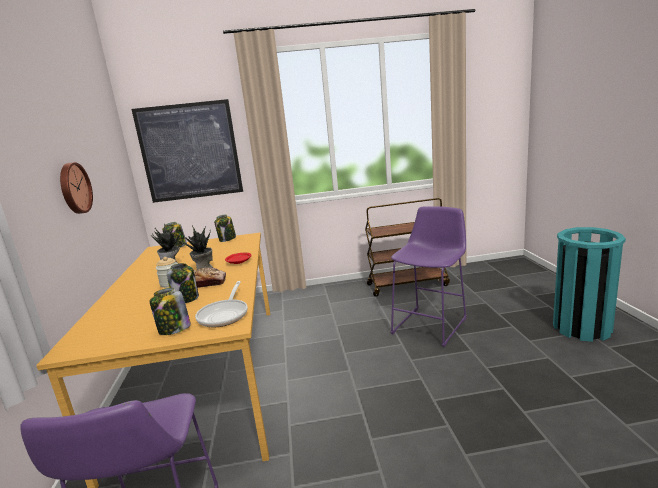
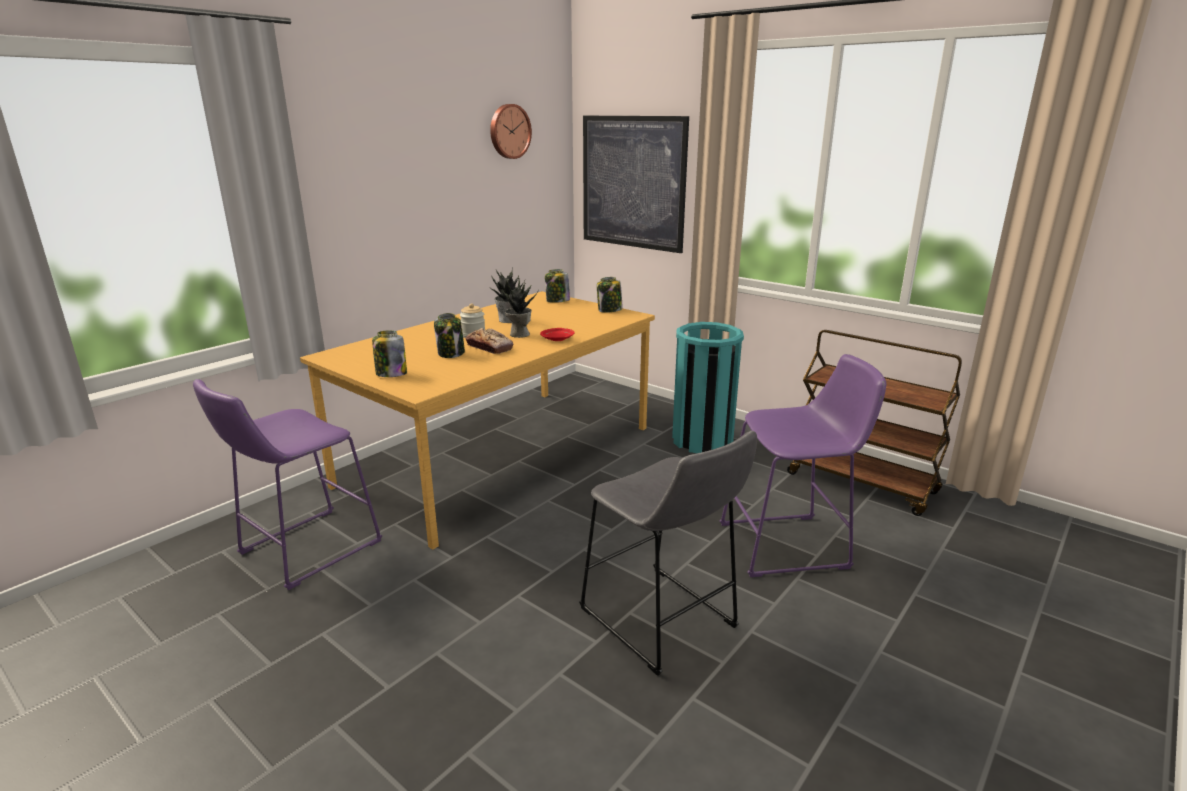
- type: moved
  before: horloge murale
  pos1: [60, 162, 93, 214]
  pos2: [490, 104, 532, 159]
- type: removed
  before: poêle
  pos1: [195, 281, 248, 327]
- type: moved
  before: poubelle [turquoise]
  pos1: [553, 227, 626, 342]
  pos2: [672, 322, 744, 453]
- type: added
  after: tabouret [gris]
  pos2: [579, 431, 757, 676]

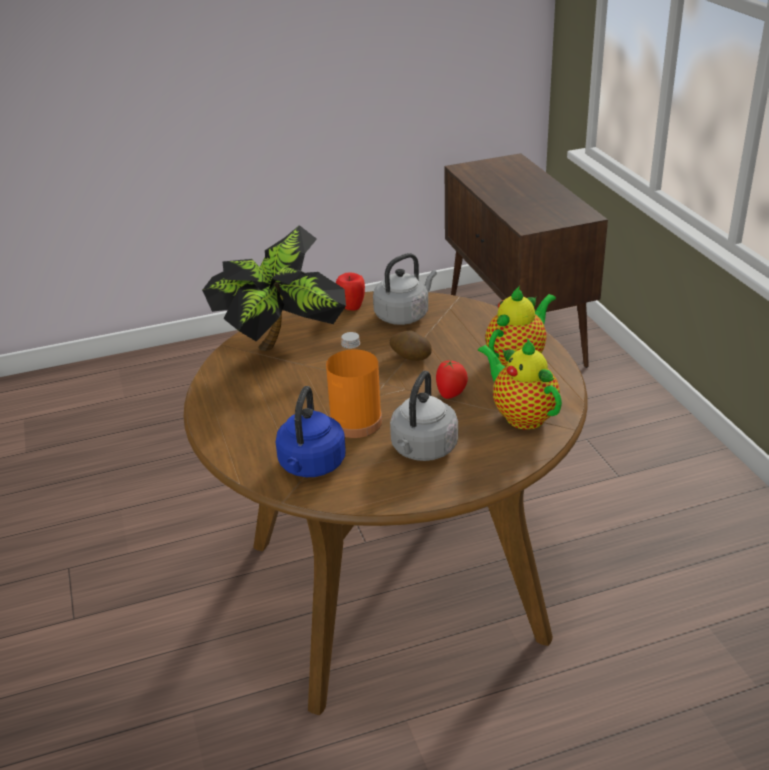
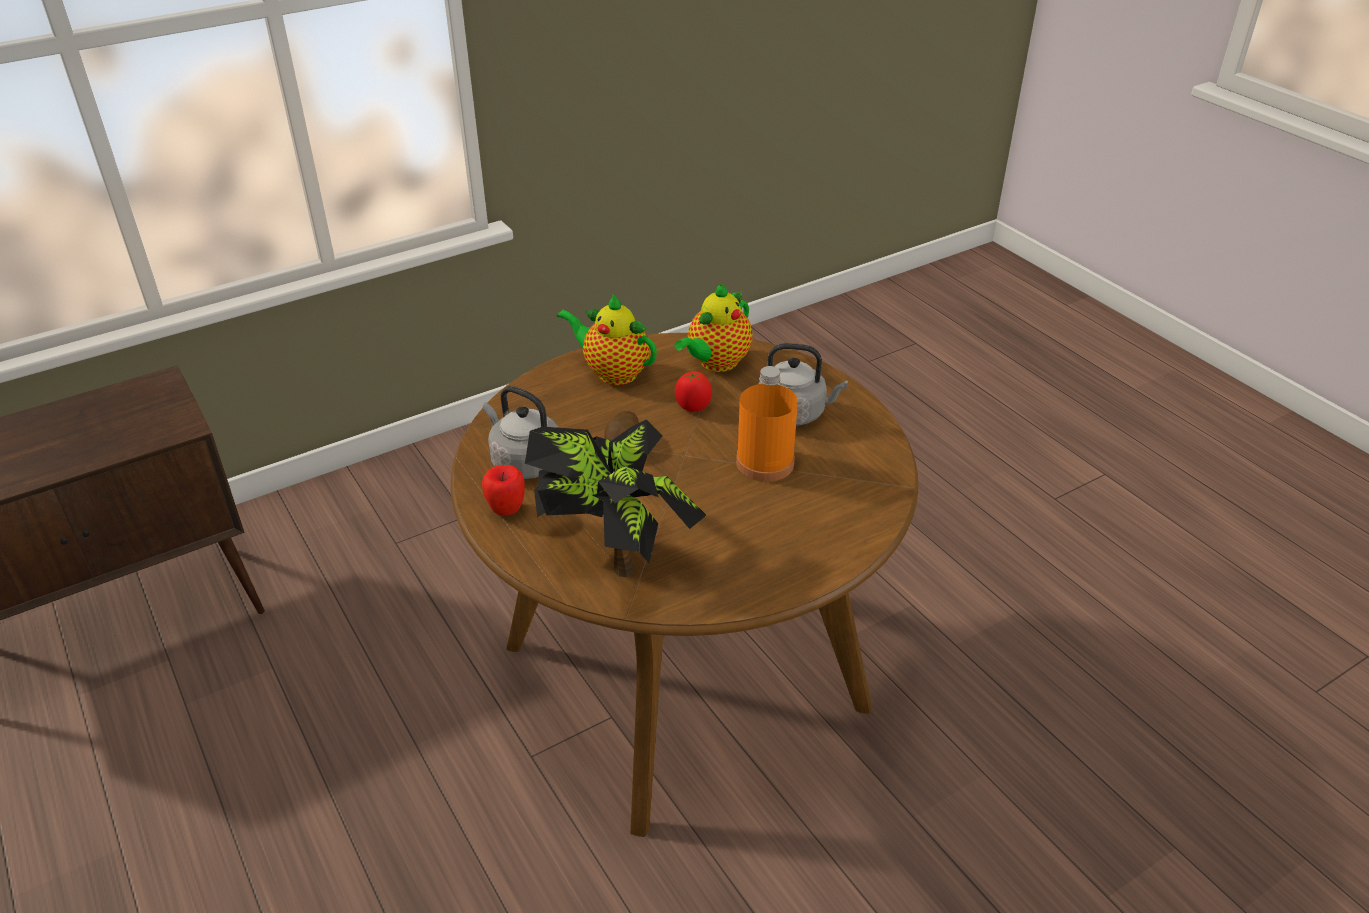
- type: removed
  before: bouilloire [bleu]
  pos1: [276, 386, 346, 477]

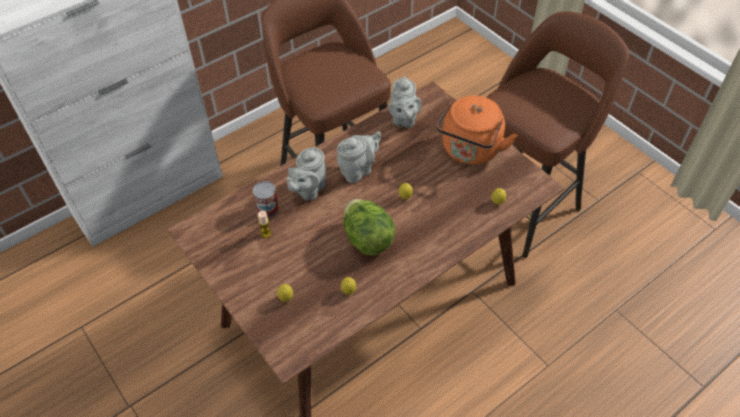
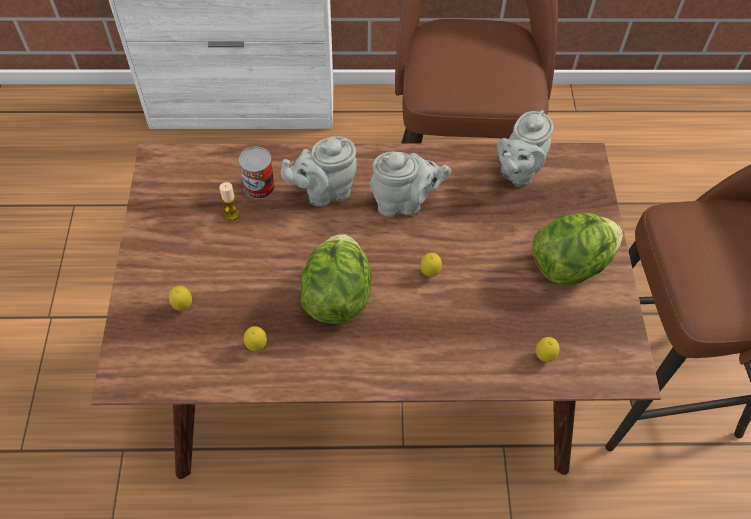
- type: replaced
  before: bouilloire [orange]
  after: laitue
  pos1: [436, 95, 517, 165]
  pos2: [532, 213, 623, 284]

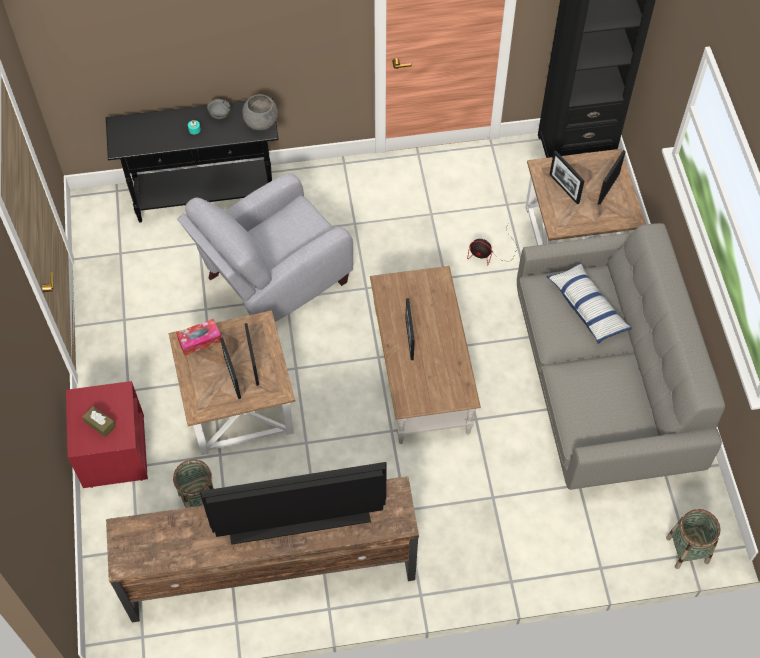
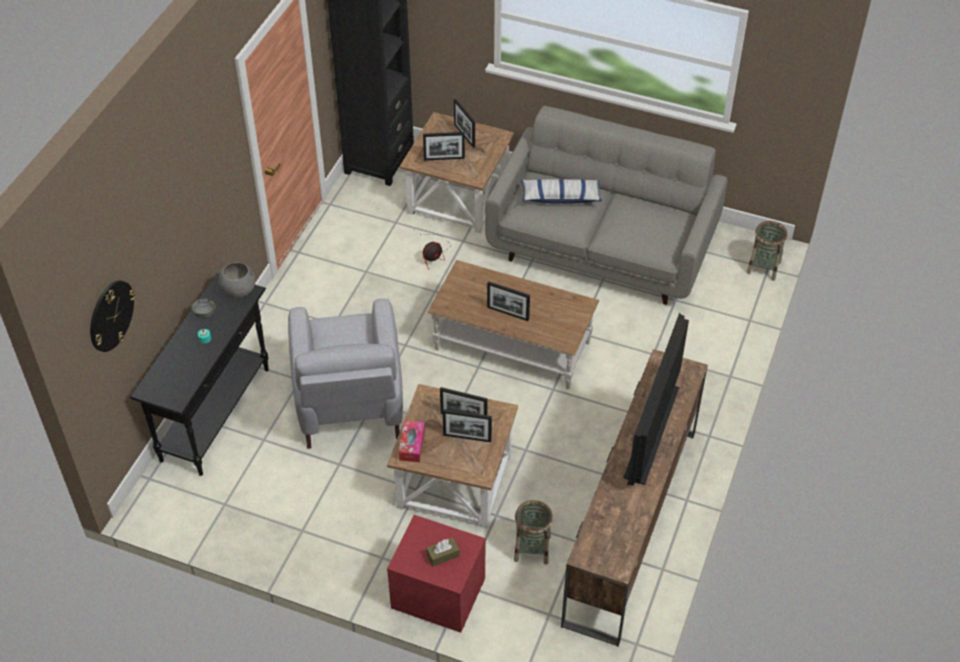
- type: added
  after: horloge murale
  pos2: [90, 280, 135, 352]

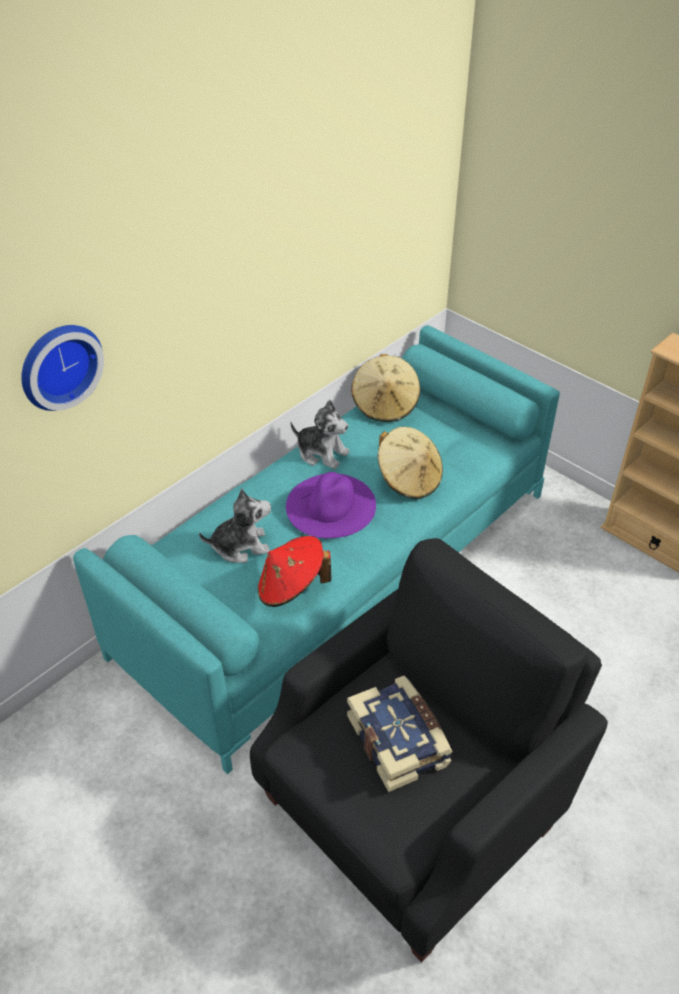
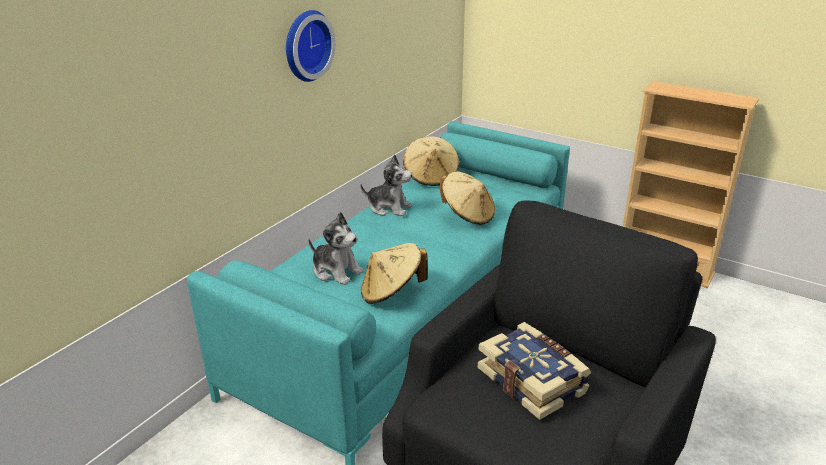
- type: moved
  before: horloge murale
  pos1: [21, 325, 104, 411]
  pos2: [286, 10, 336, 82]
- type: turned
  before: peluche
  pos1: [199, 488, 271, 563]
  pos2: [308, 212, 364, 285]
  turn: 60
- type: recoloured
  before: chapeau [rouge]
  after: chapeau [beige]
  pos1: [258, 536, 332, 607]
  pos2: [361, 243, 428, 304]
- type: removed
  before: chapeau [violet]
  pos1: [286, 472, 376, 538]

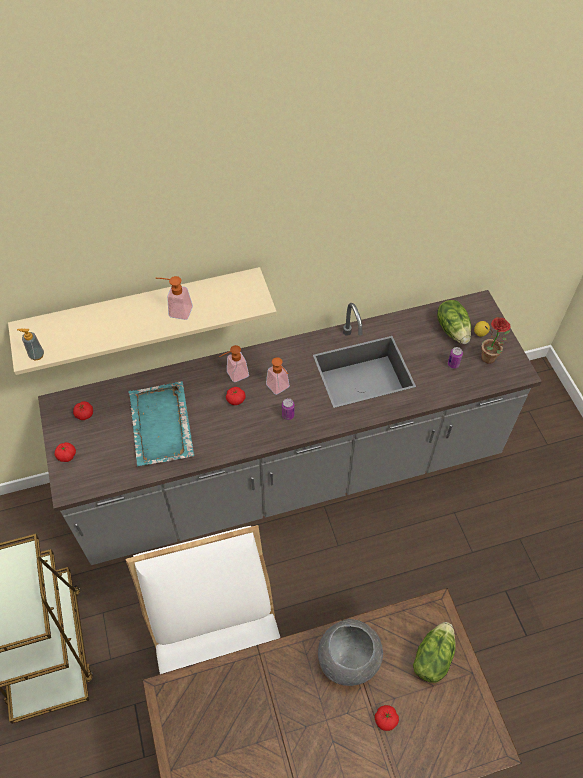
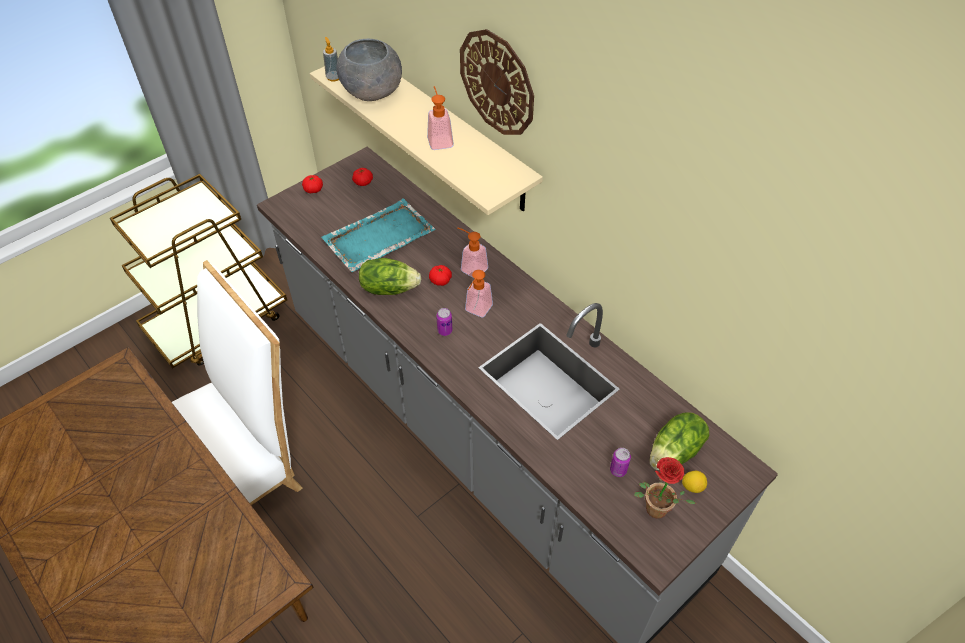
- type: moved
  before: bol [gris]
  pos1: [318, 619, 383, 686]
  pos2: [337, 39, 402, 101]
- type: removed
  before: tomate
  pos1: [375, 705, 399, 731]
- type: moved
  before: laitue
  pos1: [413, 622, 456, 683]
  pos2: [359, 258, 421, 295]
- type: added
  after: horloge murale
  pos2: [460, 29, 534, 135]

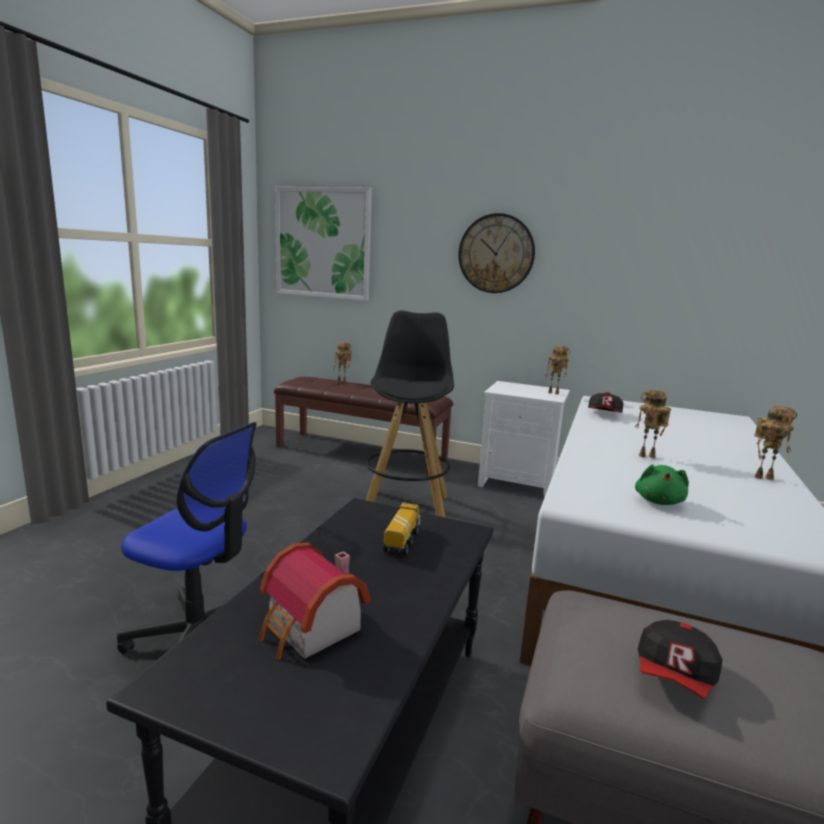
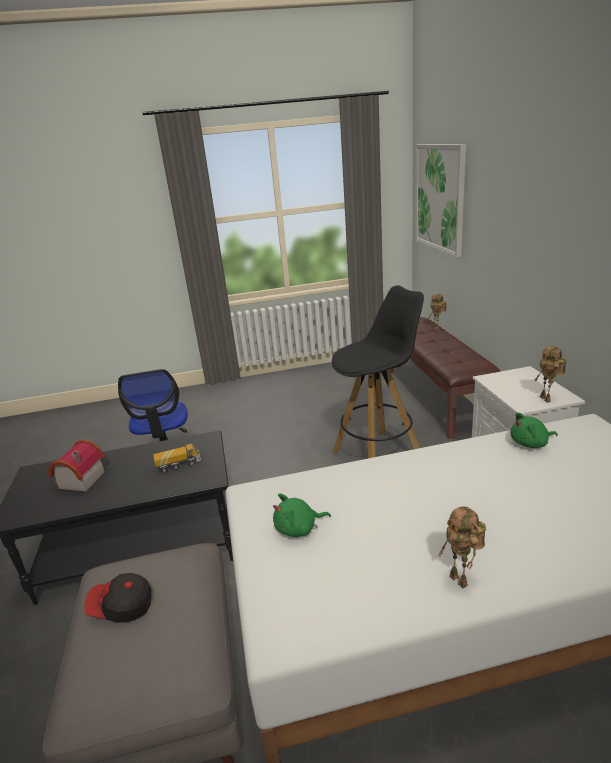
- type: removed
  before: horloge murale
  pos1: [458, 213, 535, 293]
- type: replaced
  before: casquette
  after: peluche [vert]
  pos1: [588, 392, 623, 413]
  pos2: [510, 412, 558, 448]
- type: removed
  before: robot jouet
  pos1: [635, 390, 671, 458]

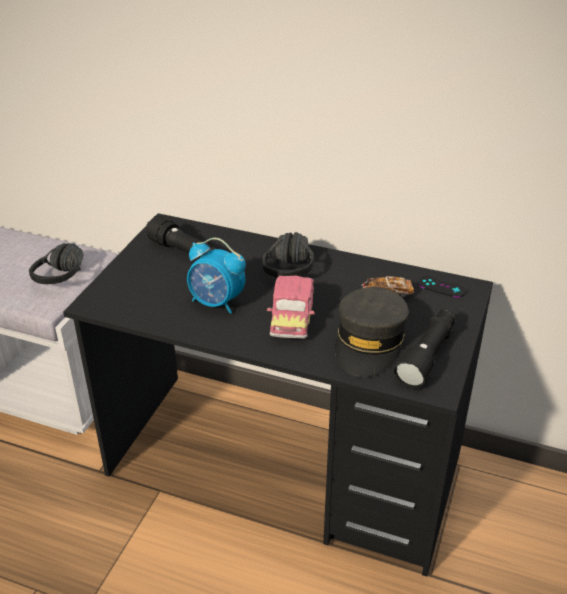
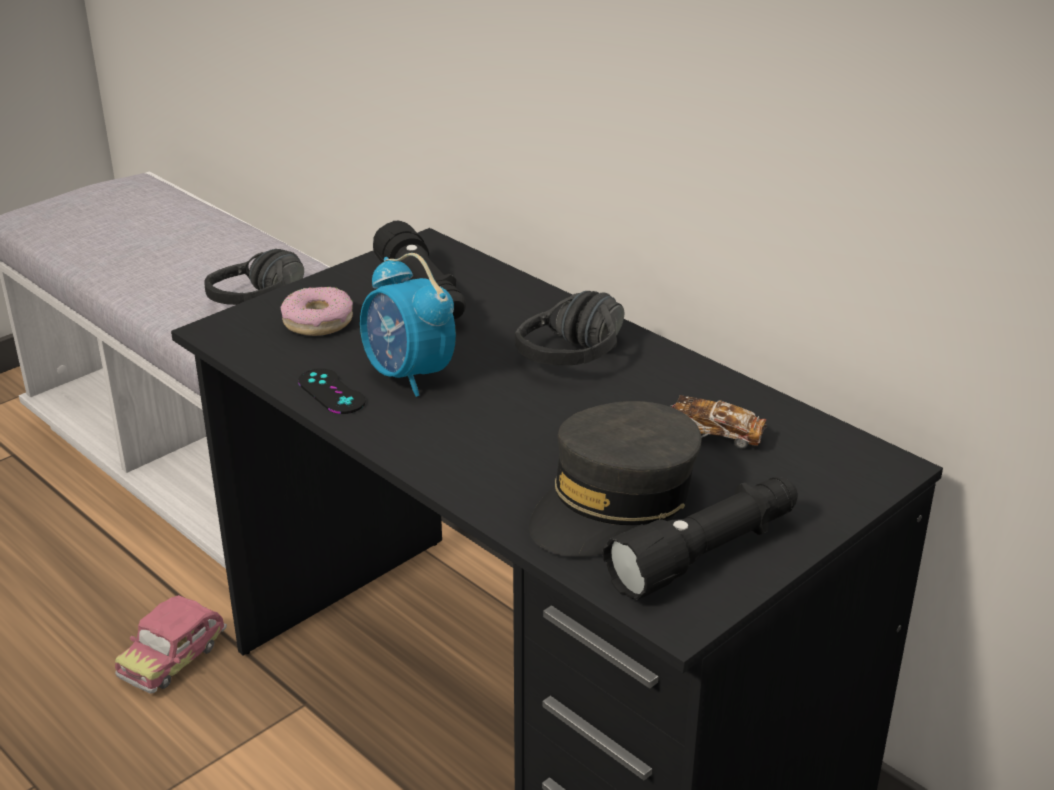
- type: moved
  before: petite voiture
  pos1: [267, 276, 315, 339]
  pos2: [115, 595, 227, 694]
- type: moved
  before: manette [noir]
  pos1: [418, 276, 466, 298]
  pos2: [298, 368, 366, 414]
- type: added
  after: beignet
  pos2: [281, 287, 353, 336]

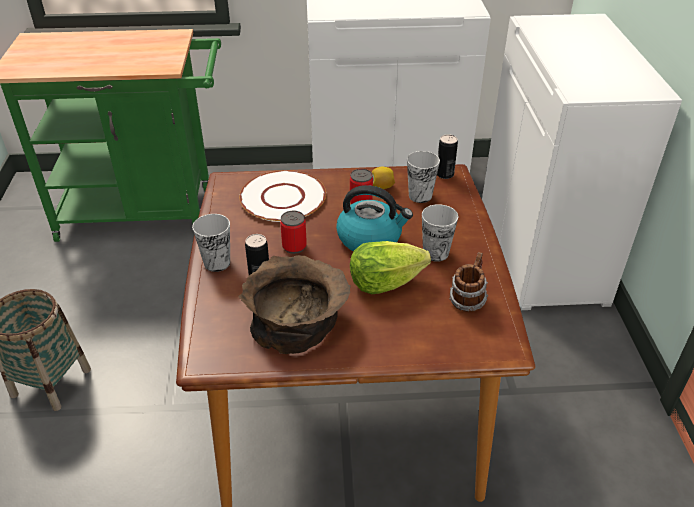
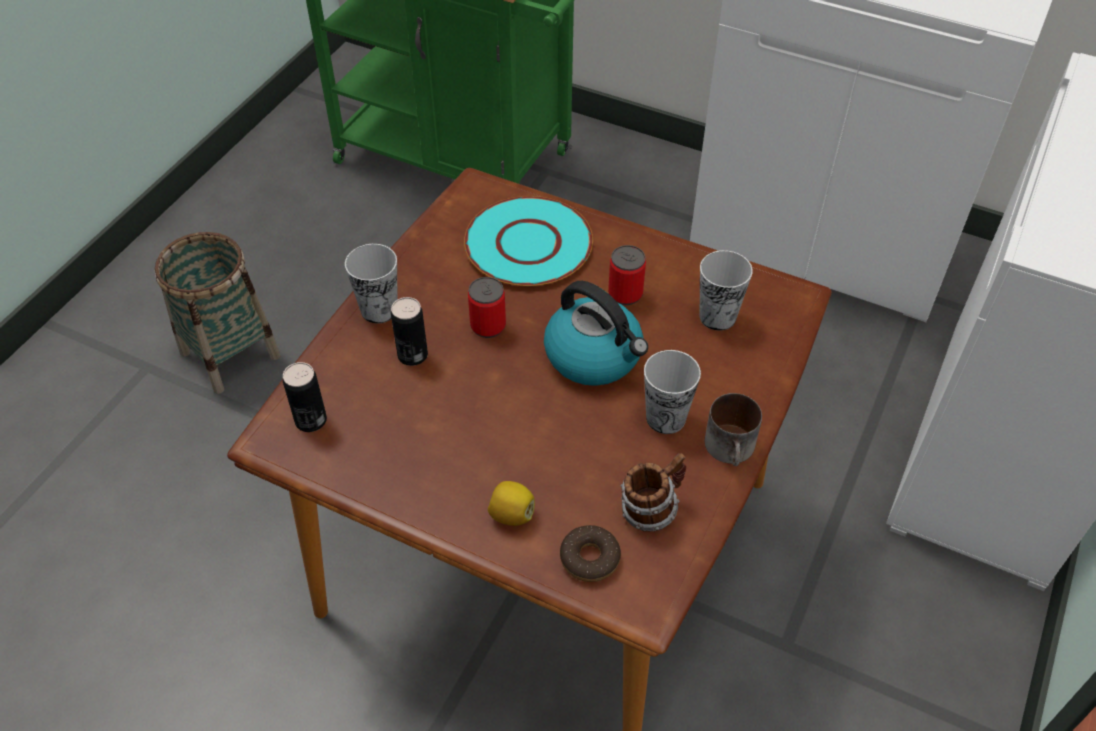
- type: recoloured
  before: assiette [blanc]
  after: assiette [turquoise]
  pos1: [239, 170, 326, 222]
  pos2: [464, 196, 593, 286]
- type: removed
  before: bol [marron]
  pos1: [239, 255, 351, 354]
- type: removed
  before: laitue
  pos1: [350, 241, 431, 294]
- type: moved
  before: citron
  pos1: [372, 167, 395, 189]
  pos2: [488, 481, 535, 526]
- type: moved
  before: boîte métallique
  pos1: [437, 134, 458, 179]
  pos2: [283, 362, 327, 432]
- type: added
  after: beignet
  pos2: [560, 525, 621, 582]
- type: added
  after: mug
  pos2: [705, 393, 762, 466]

